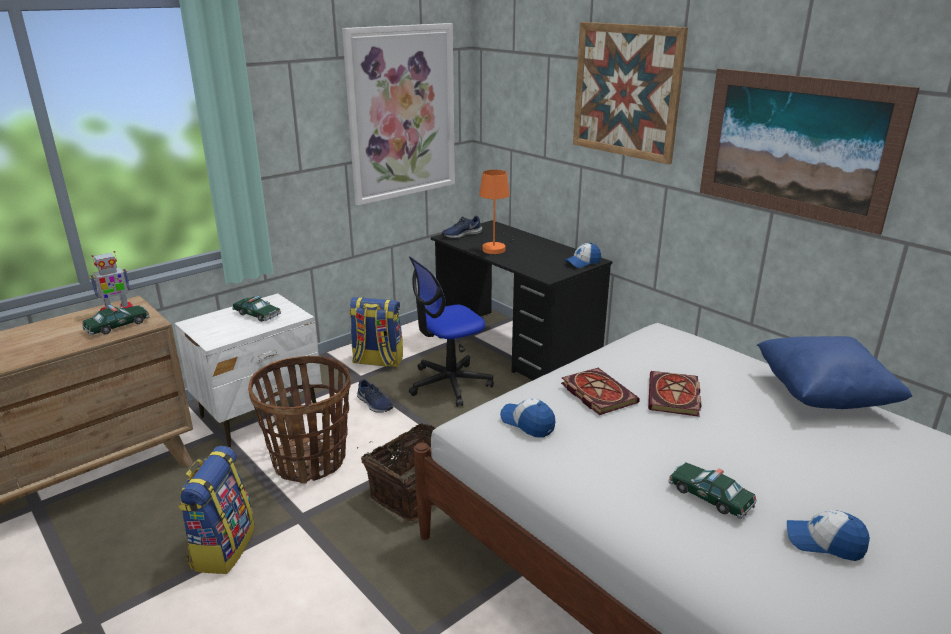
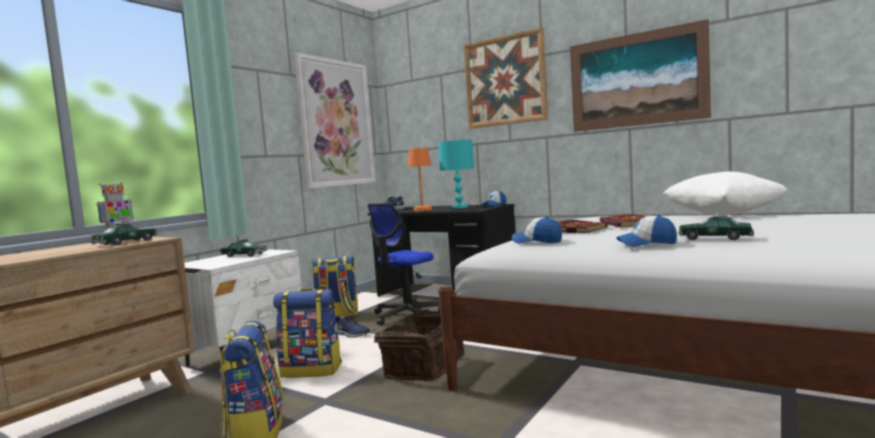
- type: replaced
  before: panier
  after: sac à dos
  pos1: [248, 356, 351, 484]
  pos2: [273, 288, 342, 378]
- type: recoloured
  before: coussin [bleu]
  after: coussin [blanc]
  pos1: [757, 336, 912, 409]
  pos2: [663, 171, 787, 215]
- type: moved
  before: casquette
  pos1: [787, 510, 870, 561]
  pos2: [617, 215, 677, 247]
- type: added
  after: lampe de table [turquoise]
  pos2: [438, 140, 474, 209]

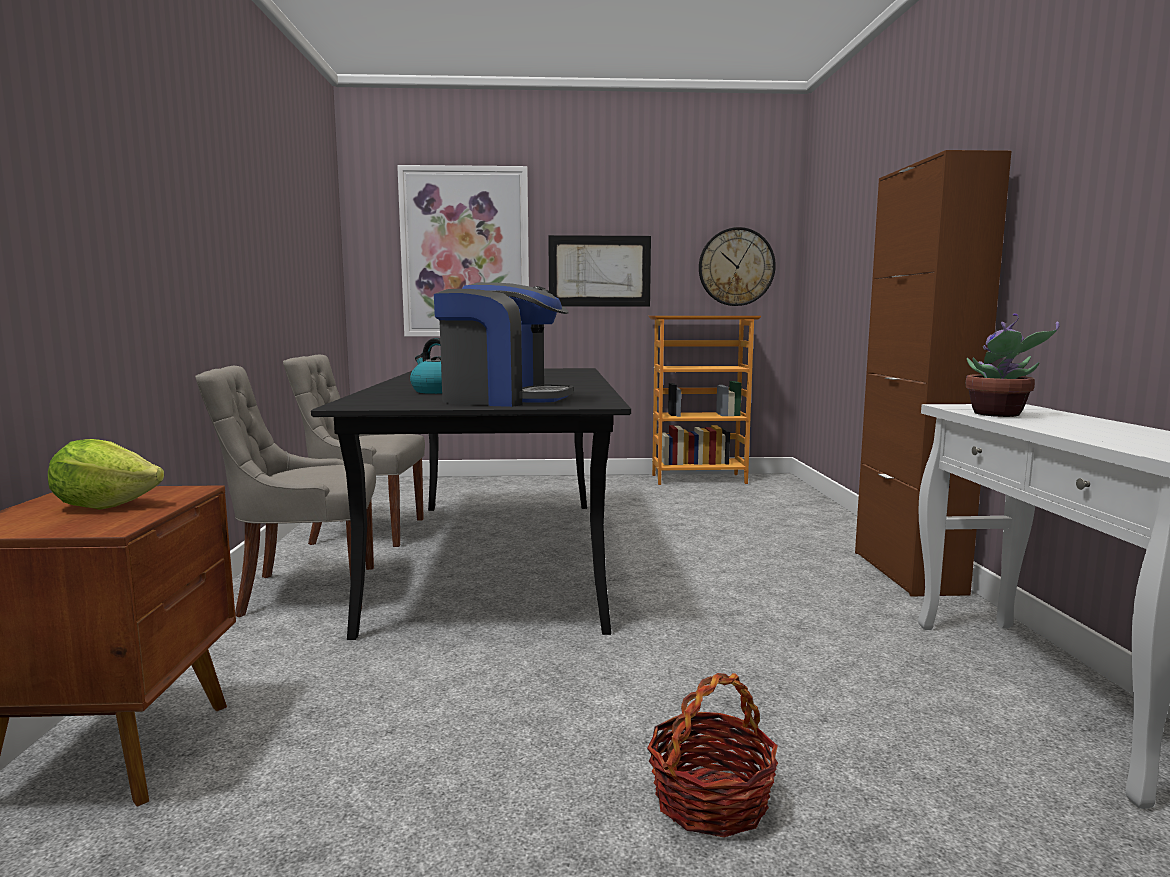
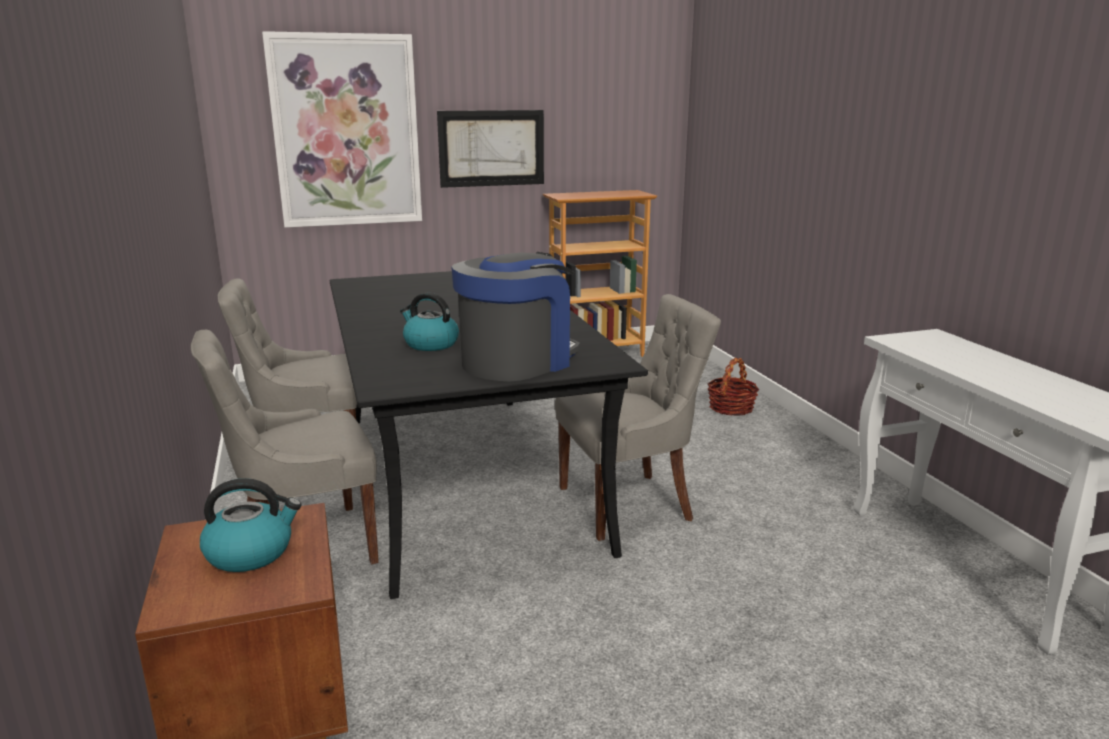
- type: replaced
  before: laitue
  after: bouilloire
  pos1: [48, 439, 164, 510]
  pos2: [200, 478, 302, 572]
- type: turned
  before: machine à café
  pos1: [434, 282, 573, 407]
  pos2: [451, 252, 580, 381]
  turn: -45
- type: moved
  before: panier
  pos1: [647, 673, 778, 838]
  pos2: [707, 358, 759, 416]
- type: removed
  before: horloge murale
  pos1: [699, 227, 776, 306]
- type: removed
  before: meuble de rangement [marron]
  pos1: [855, 150, 1011, 597]
- type: removed
  before: plante en pot
  pos1: [966, 313, 1060, 417]
- type: added
  after: chaise [gris]
  pos2: [555, 294, 721, 541]

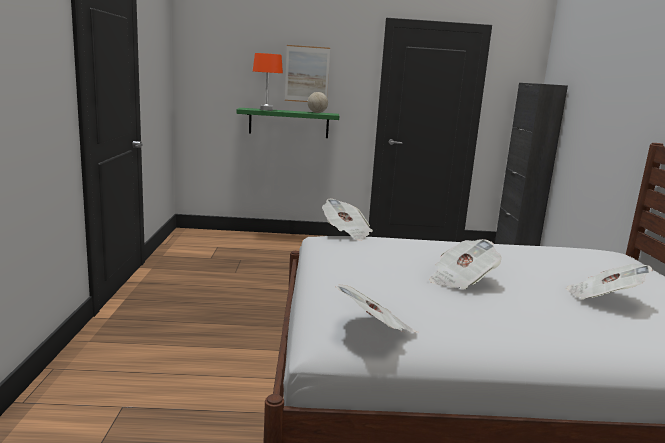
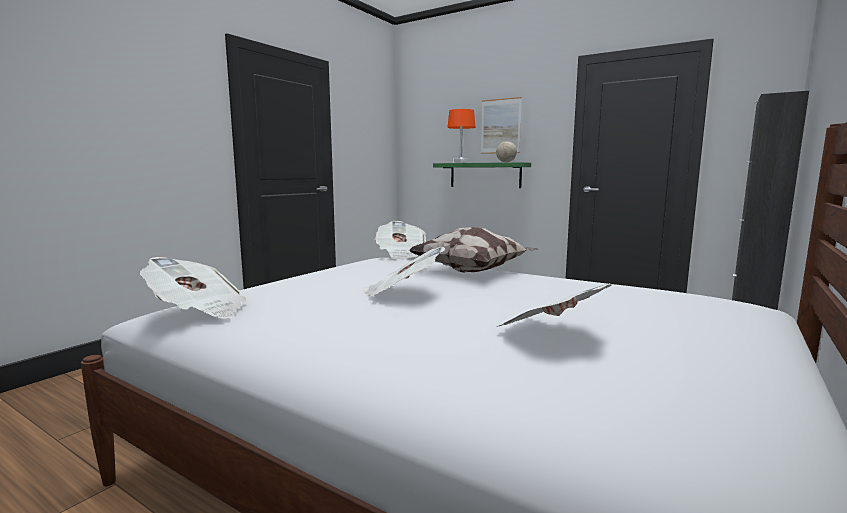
- type: added
  after: coussin
  pos2: [409, 227, 538, 273]

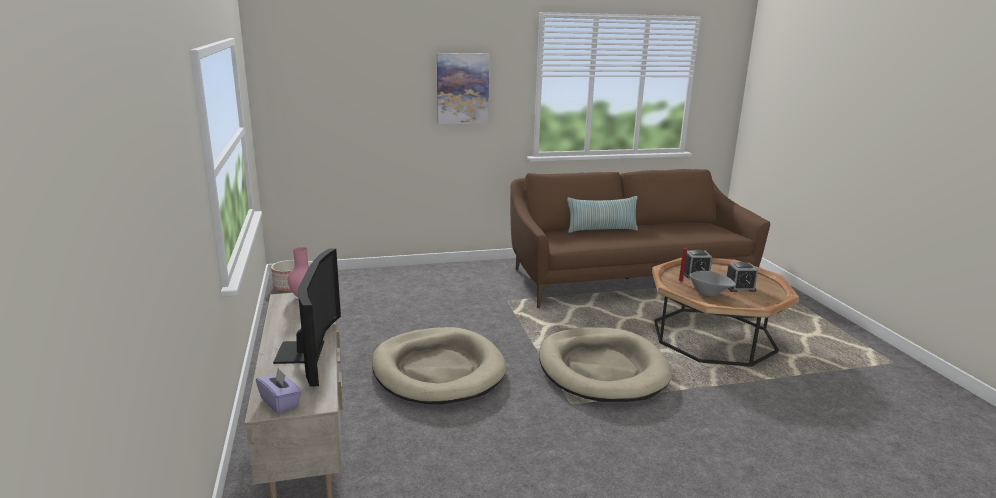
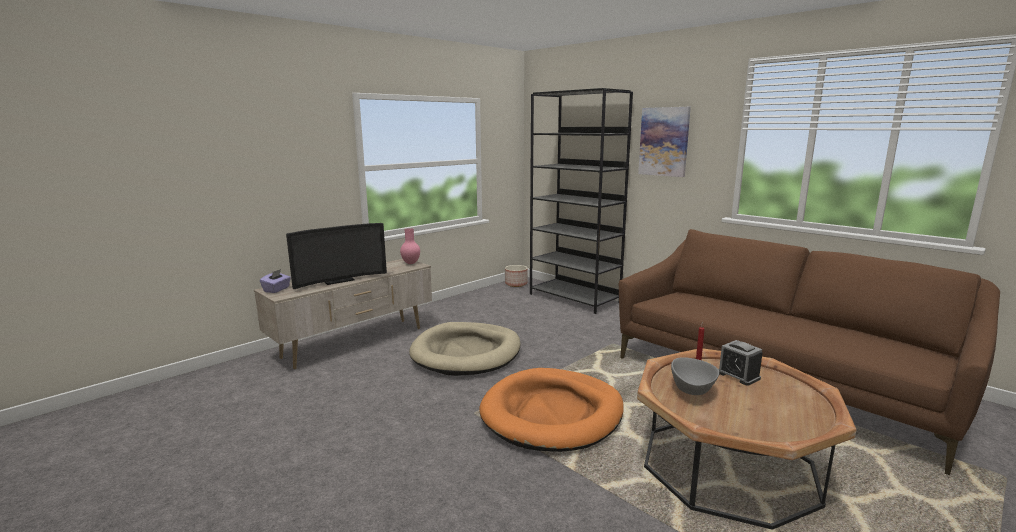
- type: recoloured
  before: panier pour chien [beige]
  after: panier pour chien [orange]
  pos1: [539, 327, 672, 402]
  pos2: [479, 368, 623, 452]
- type: removed
  before: coussin
  pos1: [567, 196, 638, 233]
- type: removed
  before: réveil
  pos1: [727, 262, 758, 292]
- type: added
  after: bibliothèque [noir]
  pos2: [530, 88, 633, 314]

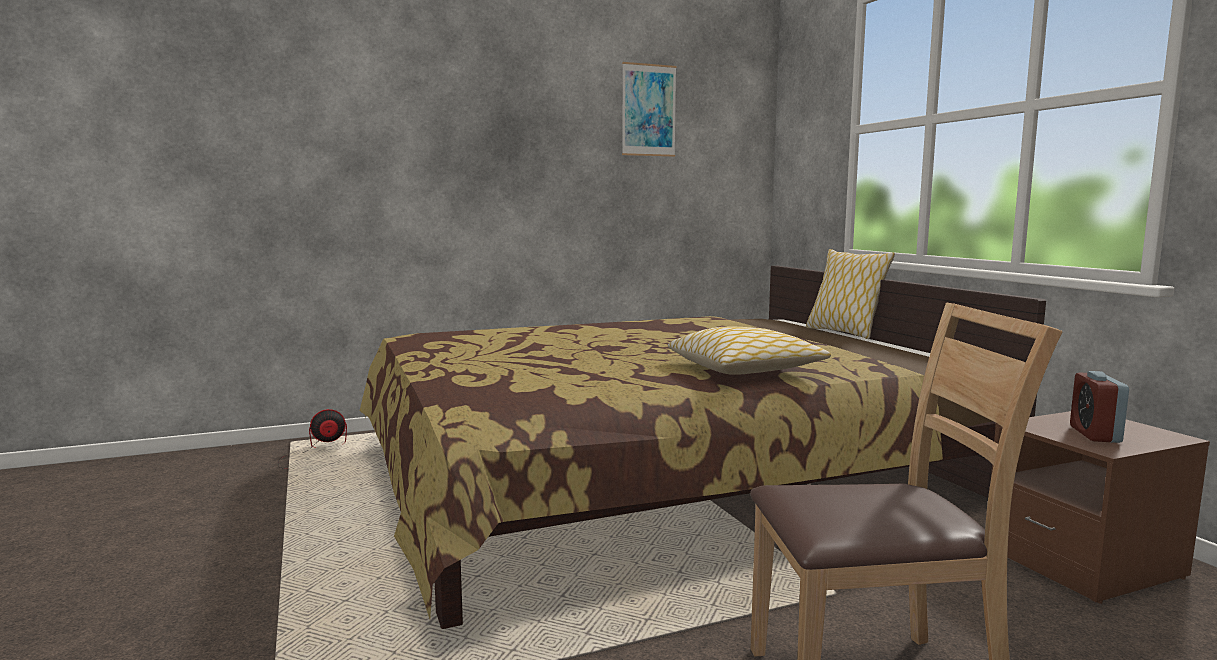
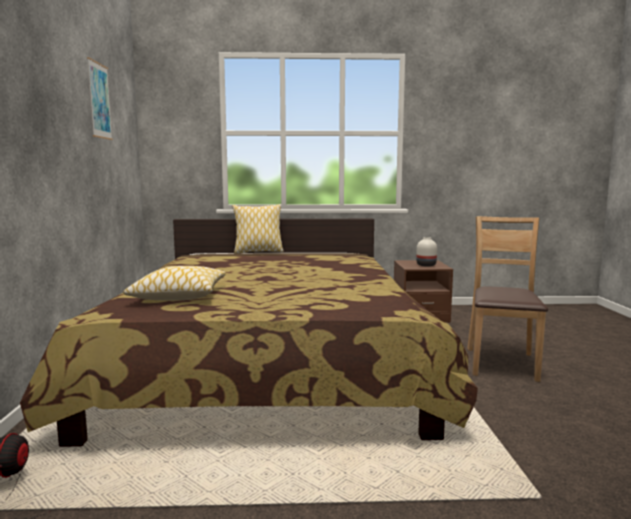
- type: moved
  before: coussin
  pos1: [668, 327, 831, 375]
  pos2: [123, 266, 226, 300]
- type: replaced
  before: réveil
  after: vase [blanc]
  pos1: [1070, 371, 1129, 443]
  pos2: [416, 237, 437, 267]

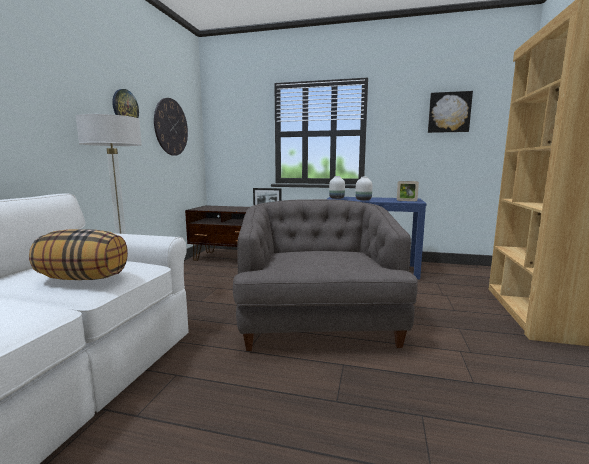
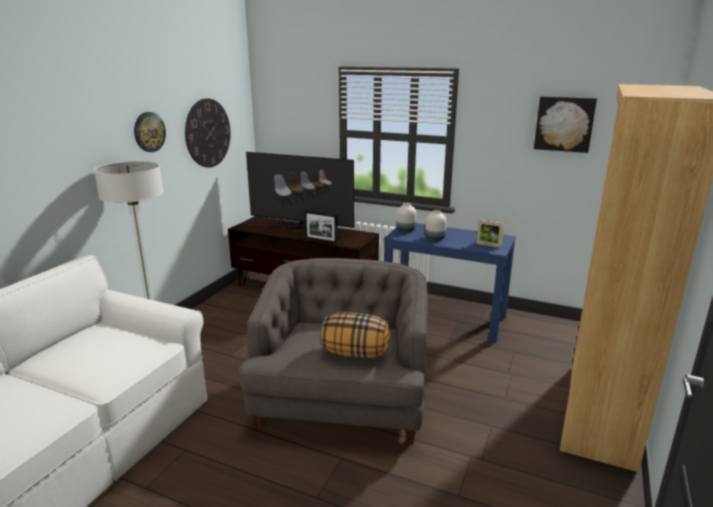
- type: moved
  before: coussin
  pos1: [29, 229, 128, 280]
  pos2: [321, 312, 390, 358]
- type: added
  after: téléviseur
  pos2: [246, 152, 354, 228]

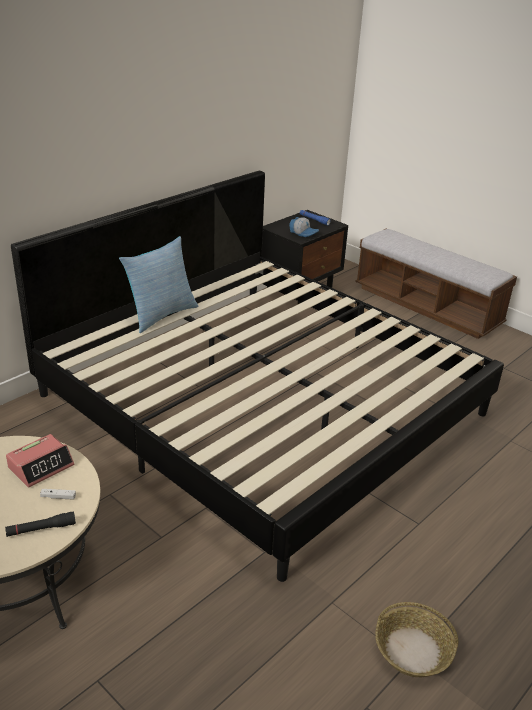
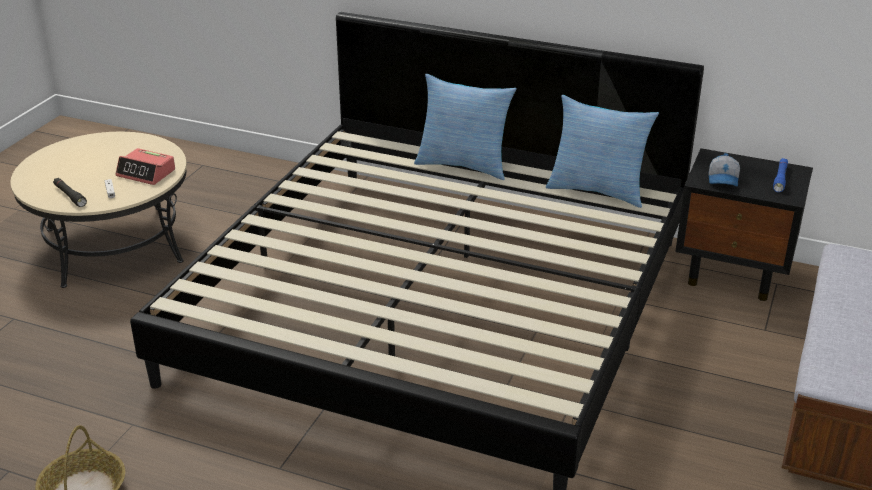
- type: added
  after: coussin
  pos2: [546, 95, 659, 208]

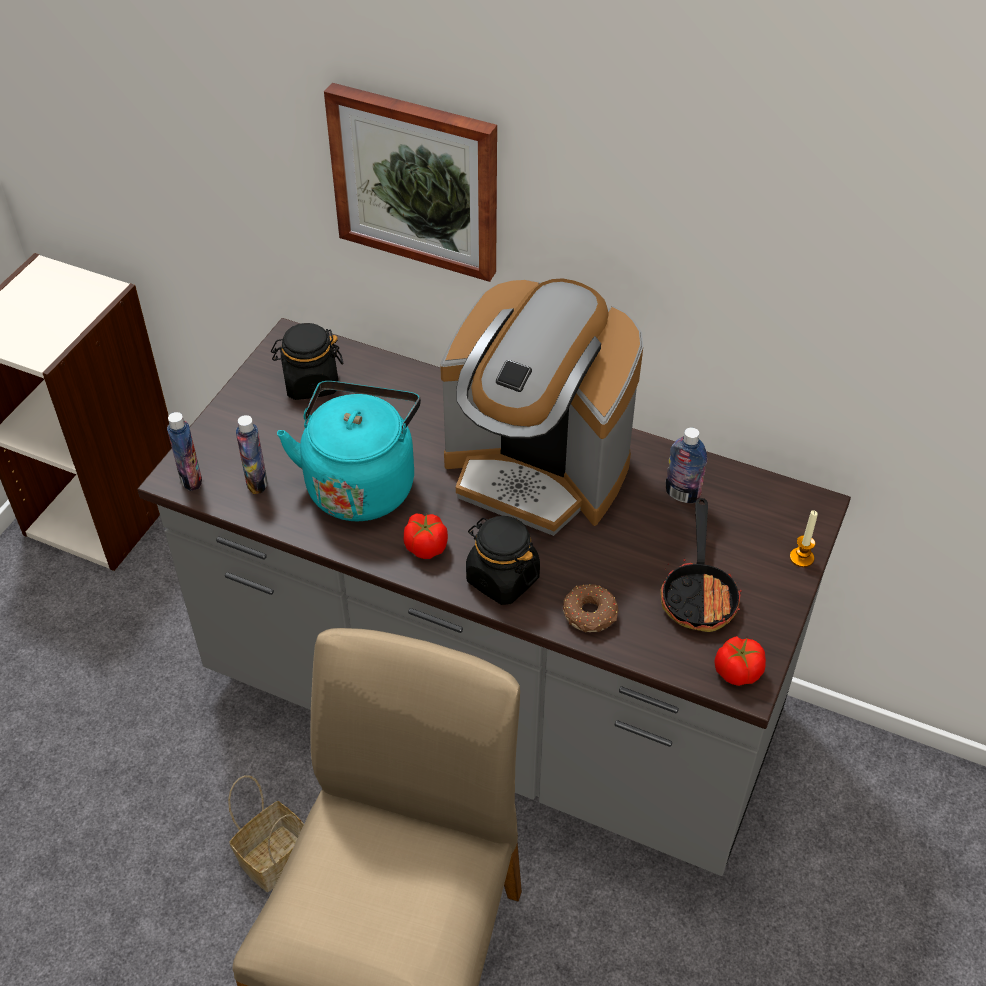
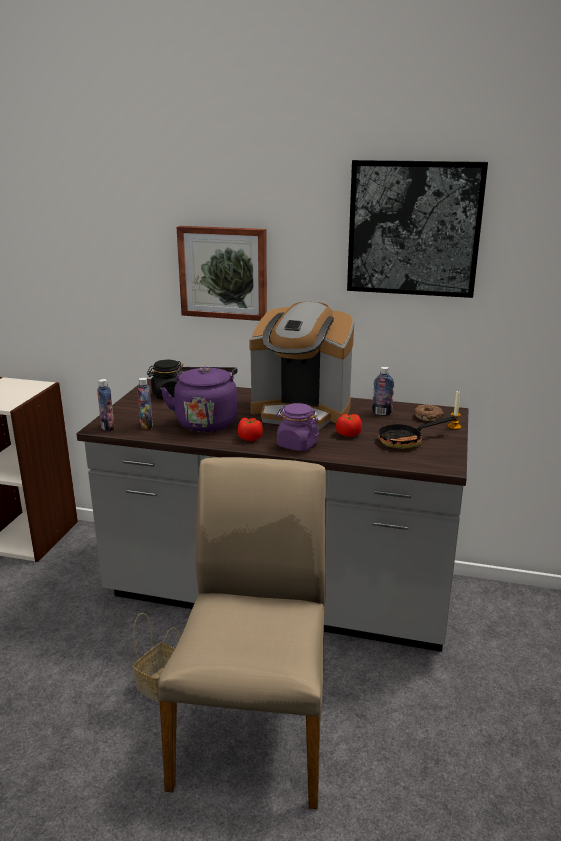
- type: recoloured
  before: bouilloire [turquoise]
  after: bouilloire [violet]
  pos1: [277, 381, 421, 522]
  pos2: [160, 367, 237, 432]
- type: recoloured
  before: bocal [noir]
  after: bocal [violet]
  pos1: [466, 516, 540, 605]
  pos2: [276, 403, 319, 451]
- type: moved
  before: beignet
  pos1: [563, 584, 618, 633]
  pos2: [414, 405, 444, 421]
- type: turned
  before: poêle
  pos1: [661, 498, 742, 632]
  pos2: [378, 416, 456, 449]
  turn: 75
- type: moved
  before: tomate
  pos1: [714, 636, 766, 686]
  pos2: [336, 414, 362, 437]
- type: added
  after: tableau
  pos2: [347, 160, 488, 298]

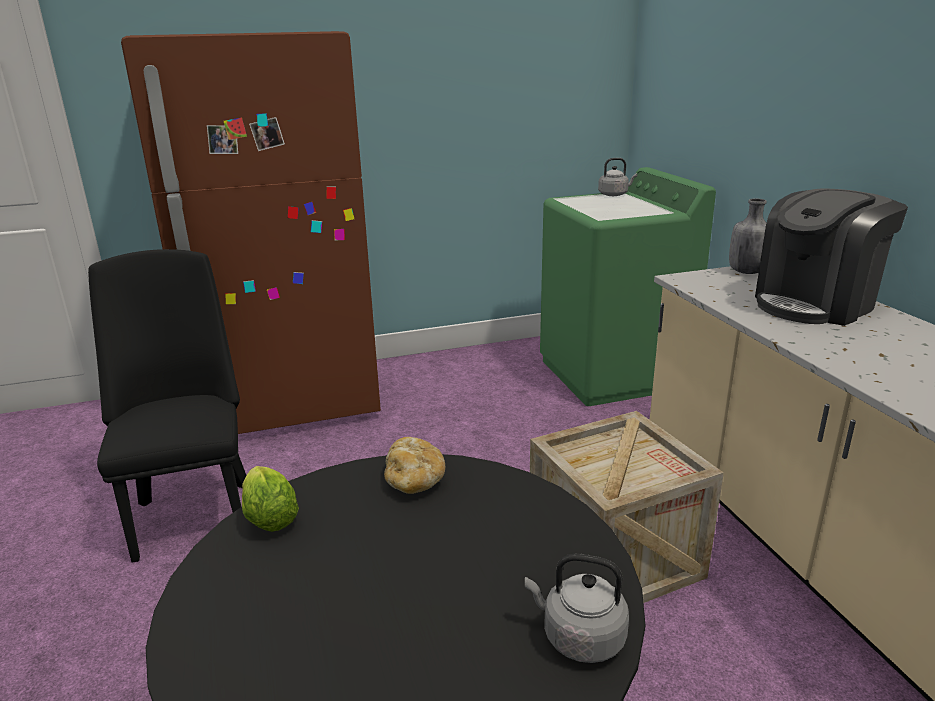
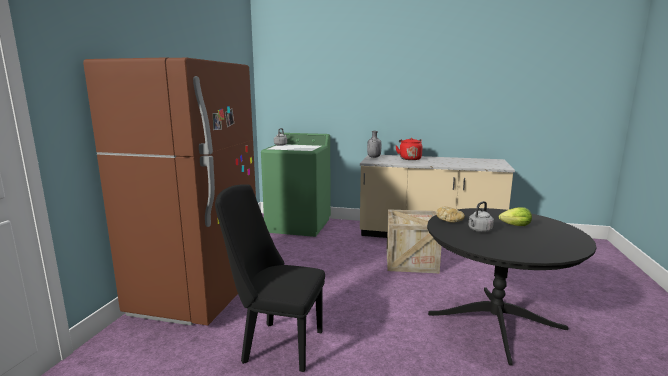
- type: moved
  before: laitue
  pos1: [242, 466, 299, 532]
  pos2: [499, 207, 532, 226]
- type: moved
  before: bouilloire [gris]
  pos1: [525, 553, 629, 663]
  pos2: [468, 201, 494, 232]
- type: replaced
  before: machine à café
  after: bouilloire [rouge]
  pos1: [755, 188, 908, 326]
  pos2: [396, 138, 422, 160]

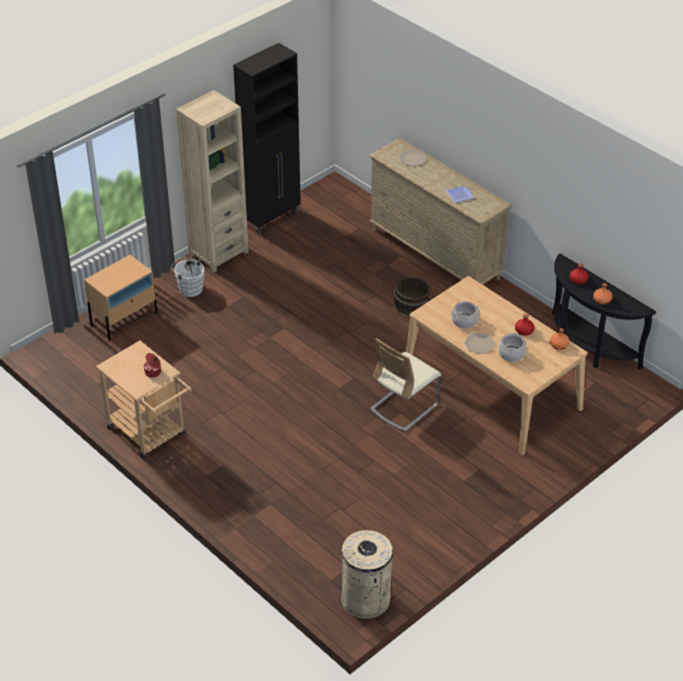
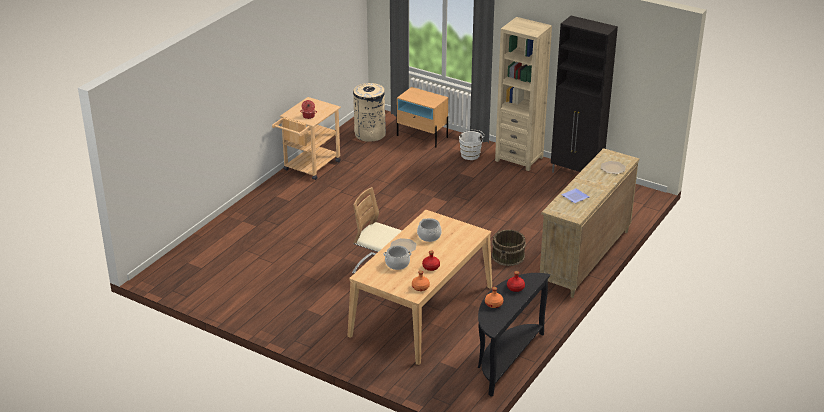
- type: moved
  before: poubelle [beige]
  pos1: [341, 530, 393, 619]
  pos2: [353, 83, 386, 142]

